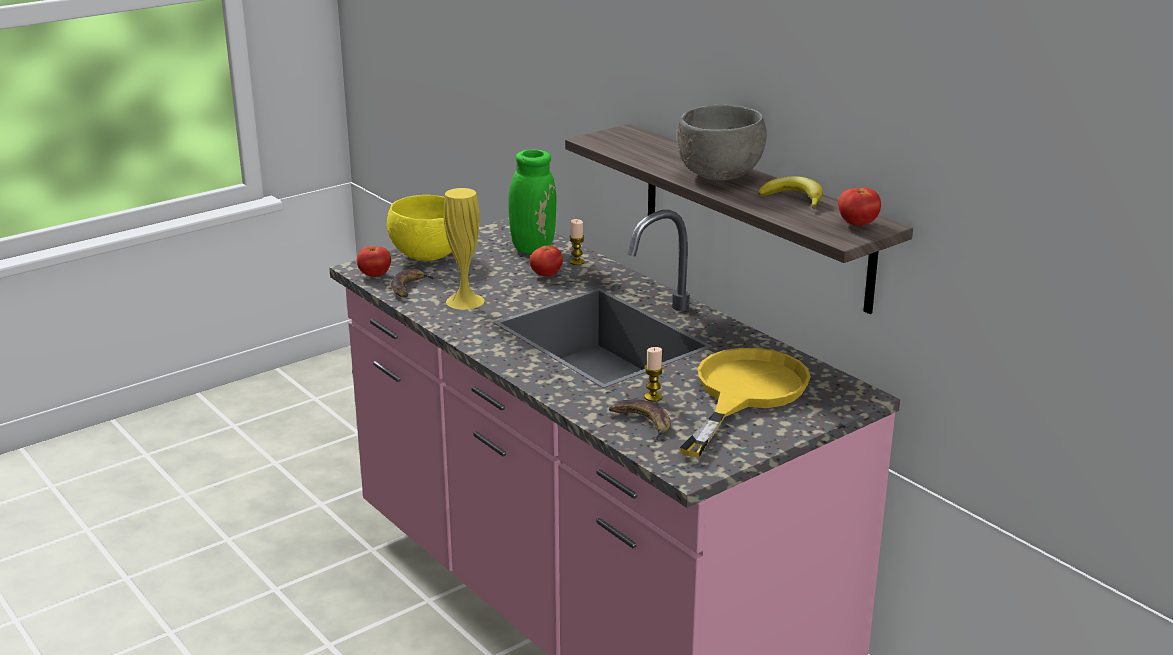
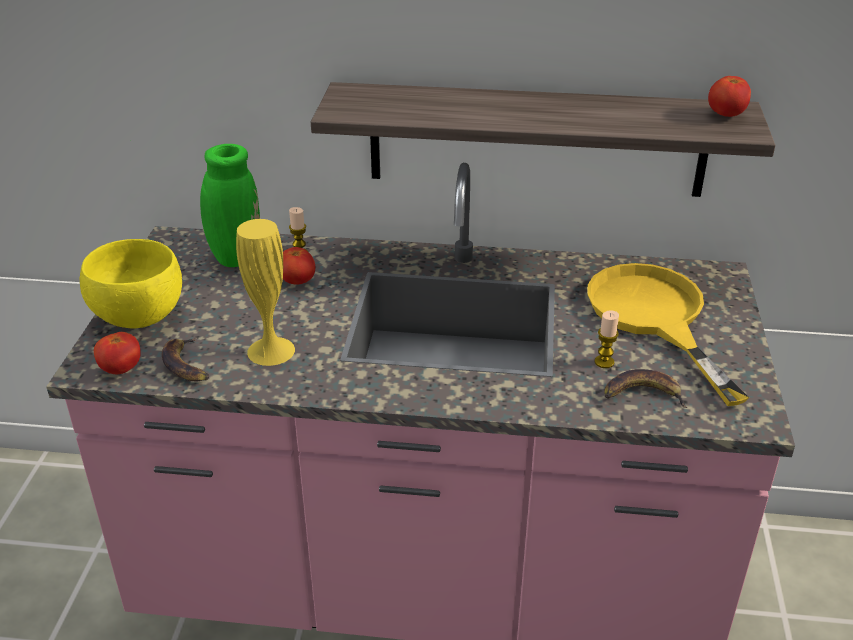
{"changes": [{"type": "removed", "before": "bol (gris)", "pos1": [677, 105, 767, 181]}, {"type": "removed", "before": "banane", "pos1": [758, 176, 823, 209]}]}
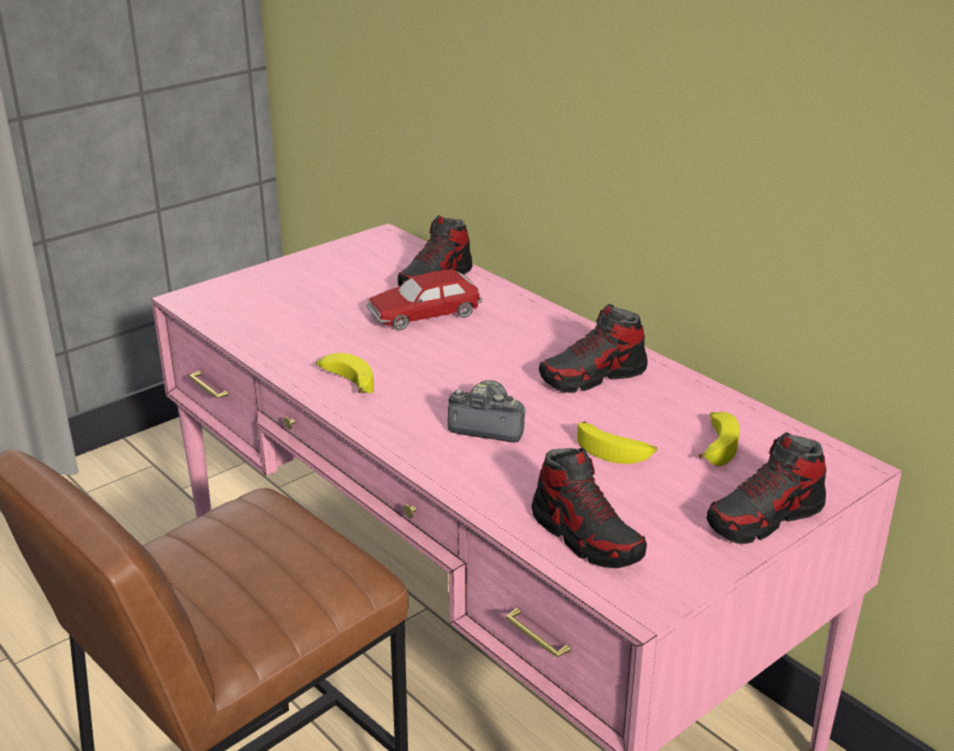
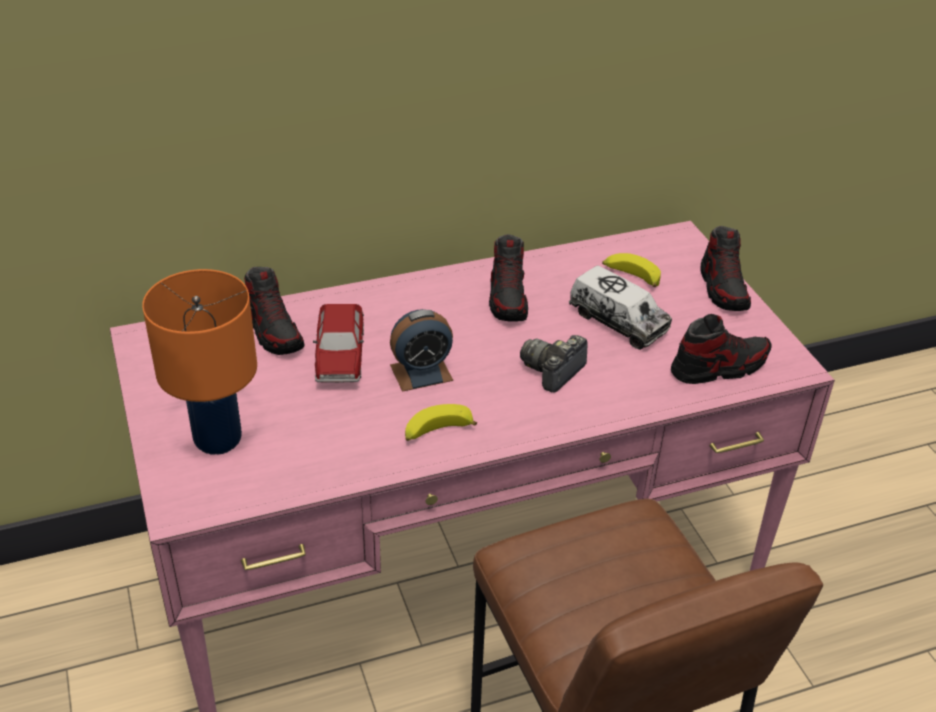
{"changes": [{"type": "replaced", "before": "banane", "after": "camion jouet", "pos1": [577, 421, 657, 464], "pos2": [569, 266, 672, 350]}, {"type": "added", "after": "lampe de table (orange)", "pos2": [142, 269, 257, 455]}, {"type": "added", "after": "réveil", "pos2": [390, 309, 453, 392]}]}
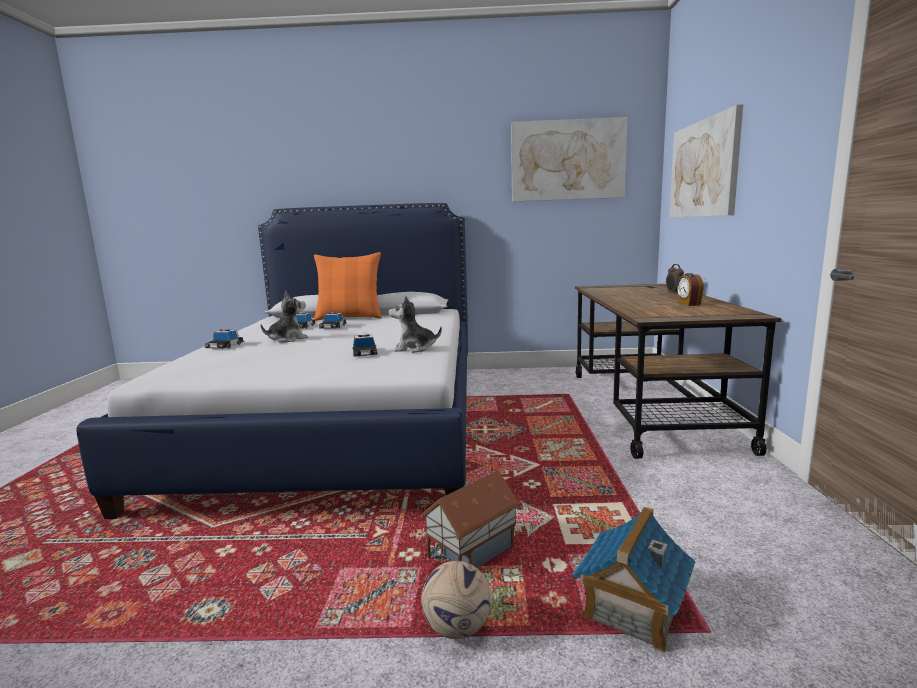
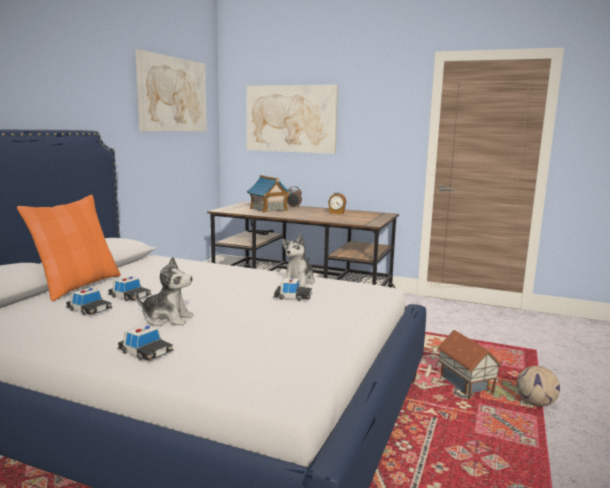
{"changes": [{"type": "turned", "before": "peluche", "pos1": [261, 291, 308, 343], "pos2": [135, 257, 194, 326], "turn": 120}, {"type": "moved", "before": "maison miniature", "pos1": [572, 507, 696, 653], "pos2": [247, 175, 292, 213]}]}
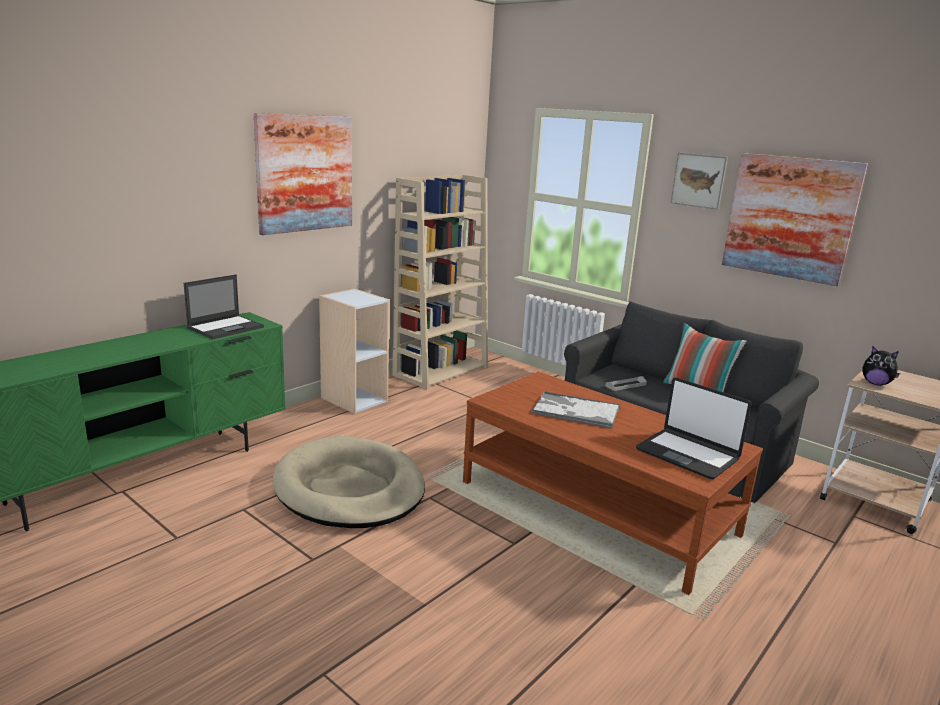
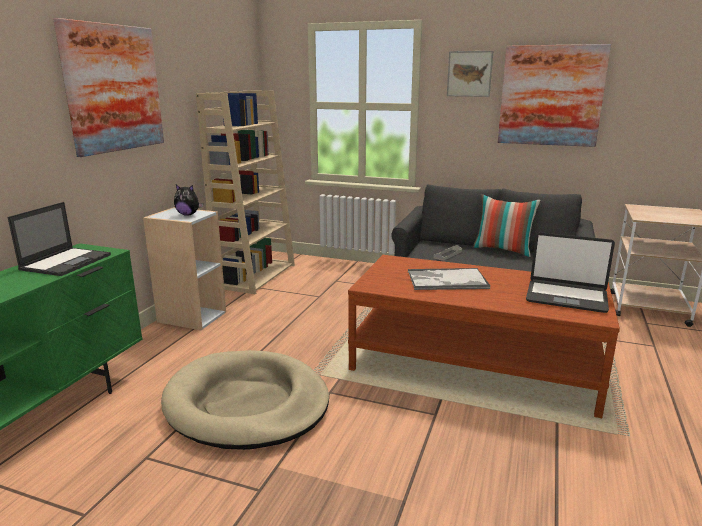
{"changes": [{"type": "moved", "before": "peluche", "pos1": [862, 347, 900, 385], "pos2": [174, 185, 203, 216]}]}
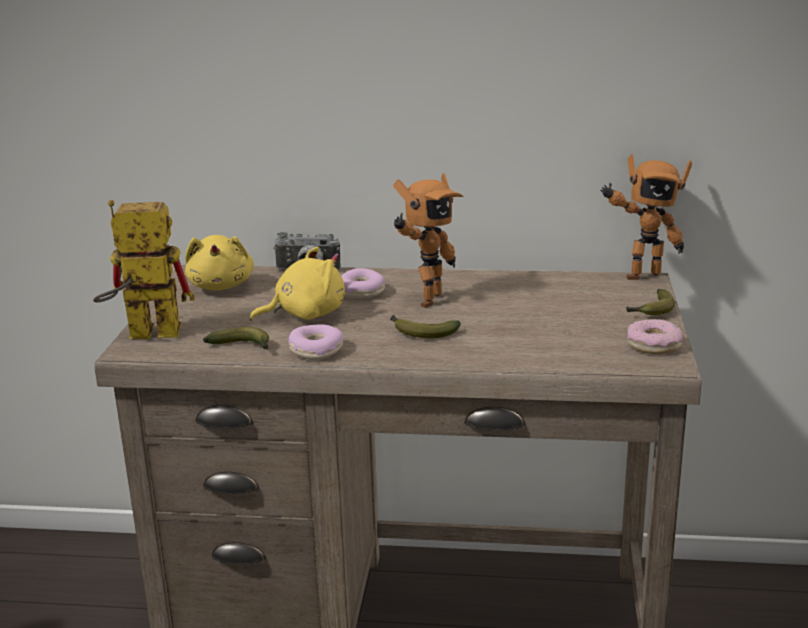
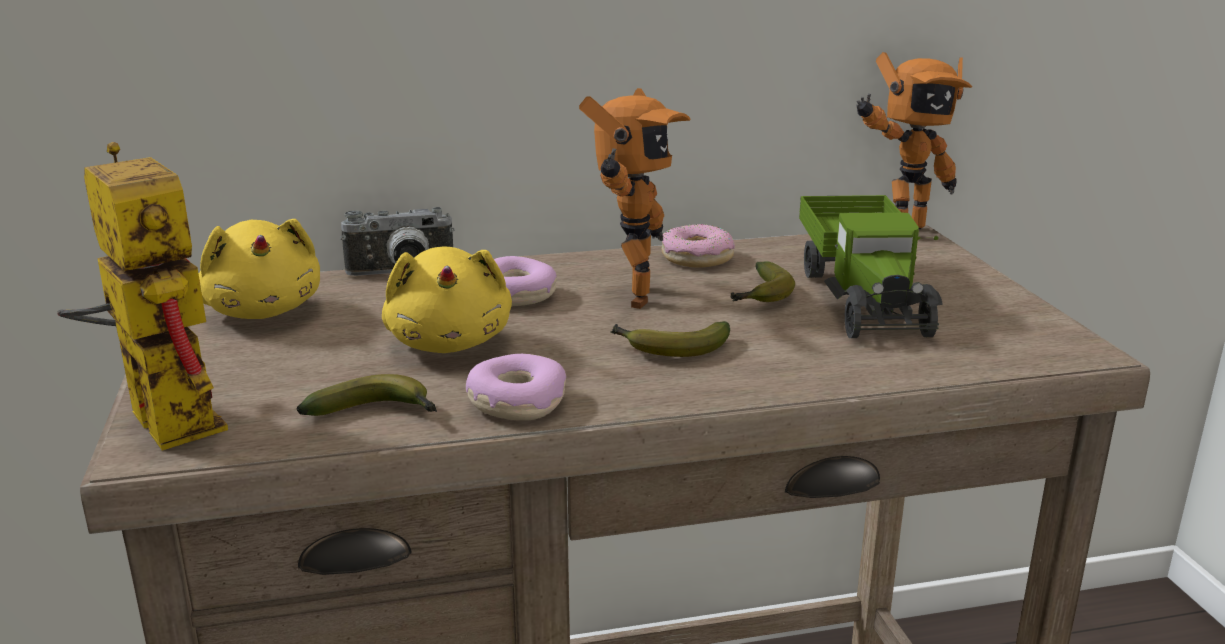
{"changes": [{"type": "turned", "before": "robot jouet", "pos1": [93, 200, 195, 339], "pos2": [57, 142, 228, 451], "turn": 75}, {"type": "turned", "before": "peluche (jaune)", "pos1": [250, 246, 345, 321], "pos2": [382, 246, 512, 353], "turn": 120}, {"type": "moved", "before": "banane", "pos1": [626, 289, 675, 315], "pos2": [731, 261, 795, 302]}, {"type": "moved", "before": "beignet", "pos1": [627, 319, 683, 354], "pos2": [662, 224, 735, 267]}, {"type": "added", "after": "camion jouet", "pos2": [799, 195, 943, 338]}]}
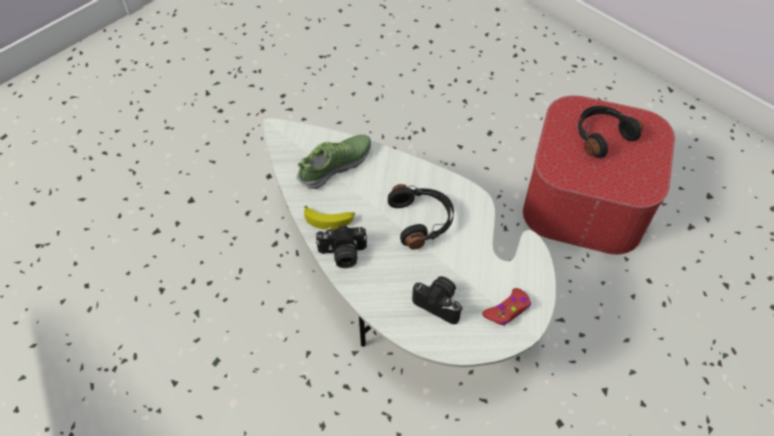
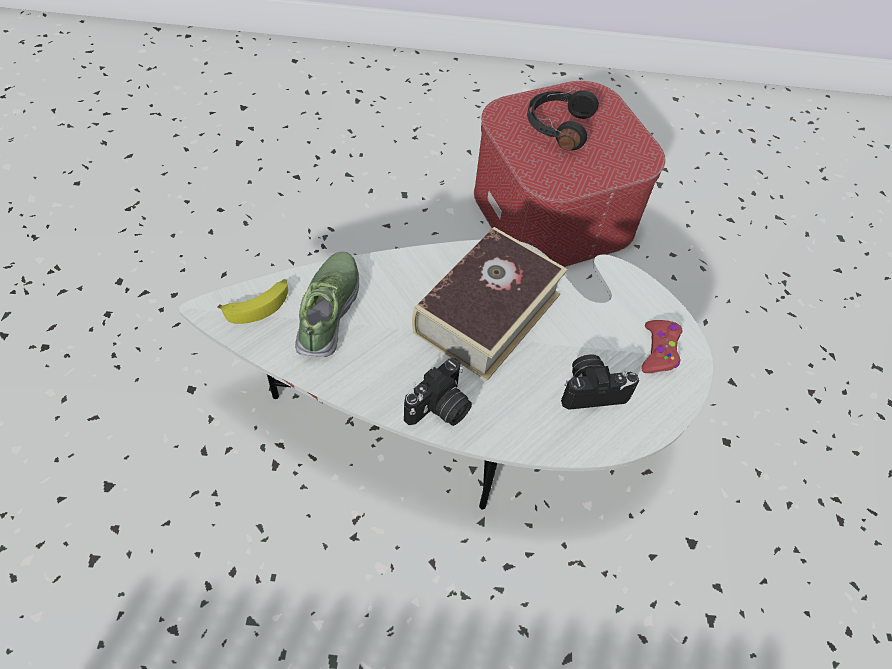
{"changes": [{"type": "moved", "before": "banane", "pos1": [304, 206, 355, 230], "pos2": [217, 279, 288, 324]}, {"type": "replaced", "before": "casque audio (noir)", "after": "livre", "pos1": [388, 184, 454, 250], "pos2": [412, 227, 568, 381]}]}
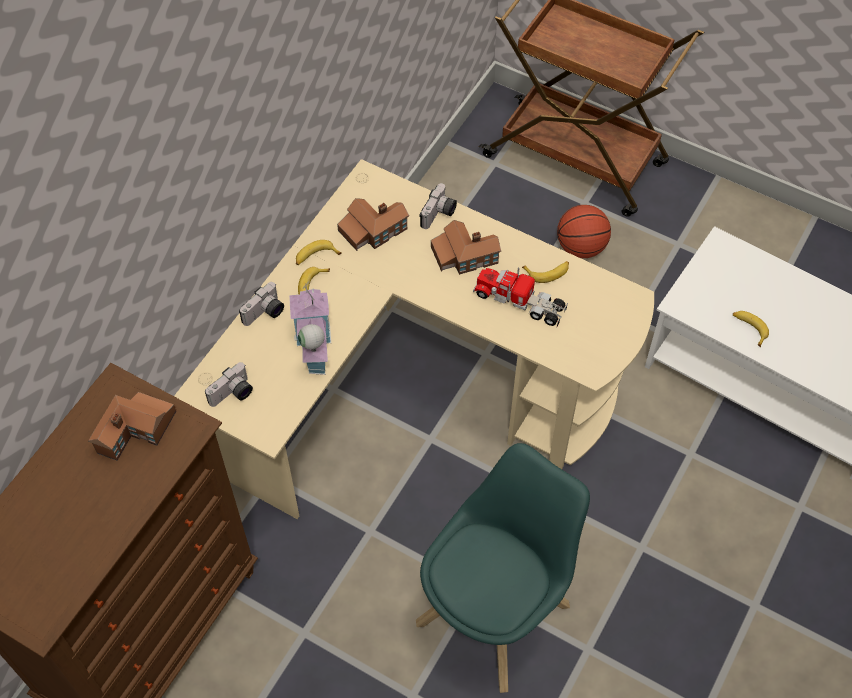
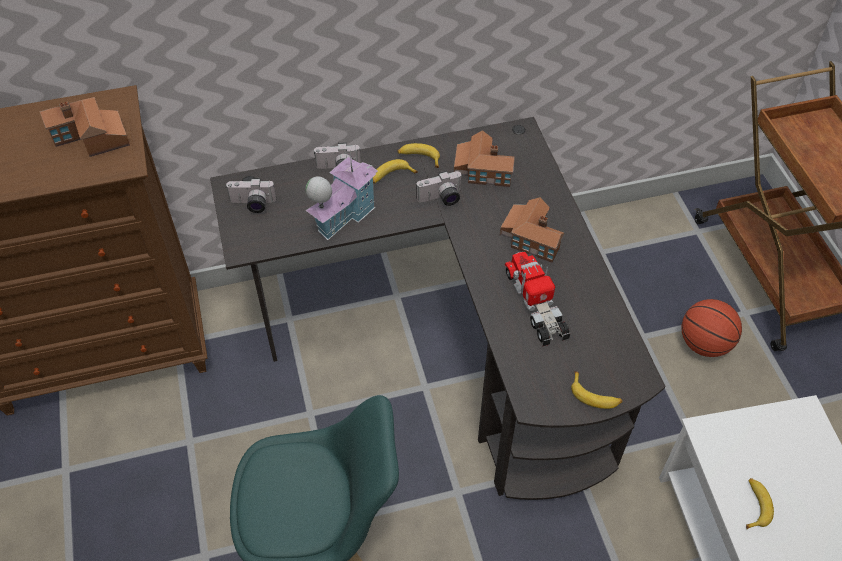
{"changes": [{"type": "recoloured", "before": "bureau (beige)", "after": "bureau (noir)", "pos1": [174, 159, 654, 519], "pos2": [210, 117, 665, 500]}, {"type": "moved", "before": "appareil photo", "pos1": [419, 183, 457, 229], "pos2": [416, 171, 462, 206]}, {"type": "moved", "before": "banane", "pos1": [522, 261, 569, 283], "pos2": [571, 371, 622, 409]}]}
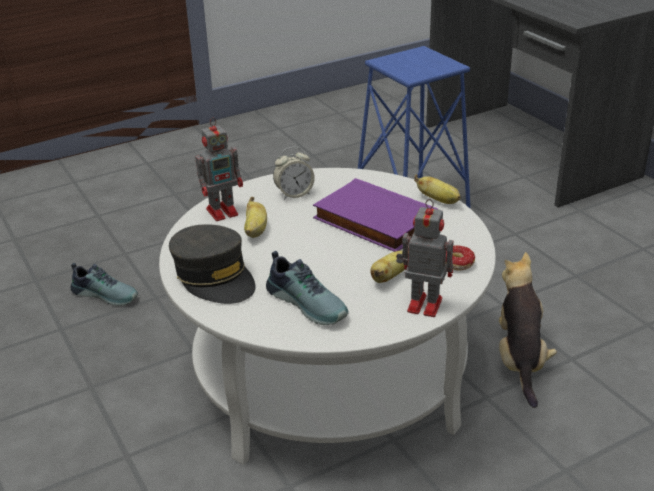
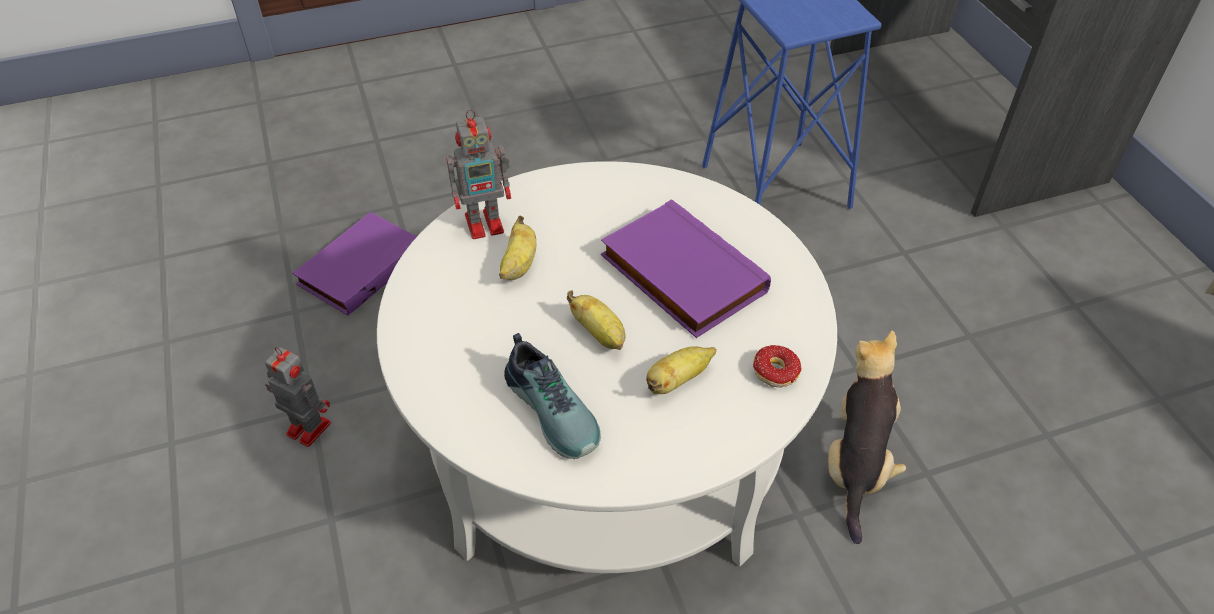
{"changes": [{"type": "replaced", "before": "chaussure", "after": "livre (violet)", "pos1": [71, 263, 138, 306], "pos2": [292, 212, 417, 316]}, {"type": "removed", "before": "casquette (gris)", "pos1": [169, 224, 256, 304]}, {"type": "removed", "before": "réveil", "pos1": [273, 147, 315, 200]}, {"type": "moved", "before": "robot jouet", "pos1": [396, 199, 453, 317], "pos2": [265, 347, 331, 447]}, {"type": "moved", "before": "banane", "pos1": [414, 174, 461, 204], "pos2": [567, 290, 626, 350]}]}
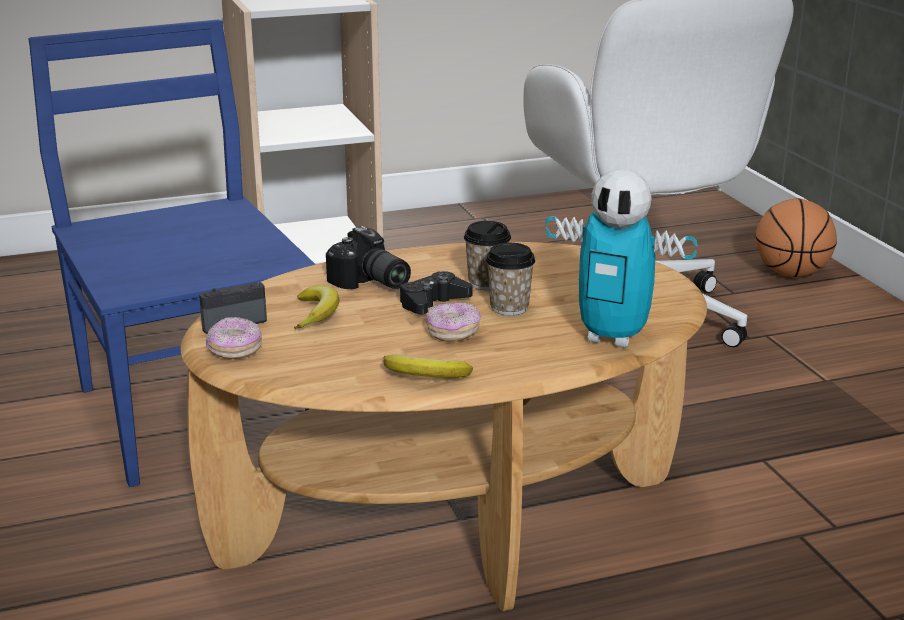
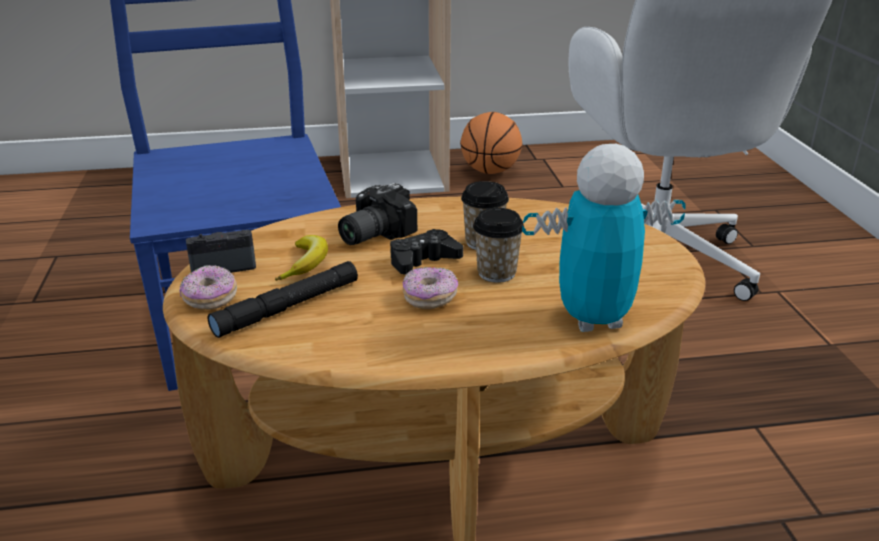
{"changes": [{"type": "turned", "before": "appareil photo", "pos1": [326, 226, 411, 289], "pos2": [338, 183, 417, 245], "turn": 75}, {"type": "removed", "before": "banane", "pos1": [384, 355, 473, 378]}, {"type": "turned", "before": "robot jouet", "pos1": [545, 169, 697, 348], "pos2": [522, 144, 686, 332], "turn": 135}, {"type": "moved", "before": "ballon de basket", "pos1": [755, 198, 837, 277], "pos2": [460, 112, 522, 174]}, {"type": "added", "after": "lampe de poche (noir)", "pos2": [208, 261, 358, 338]}]}
